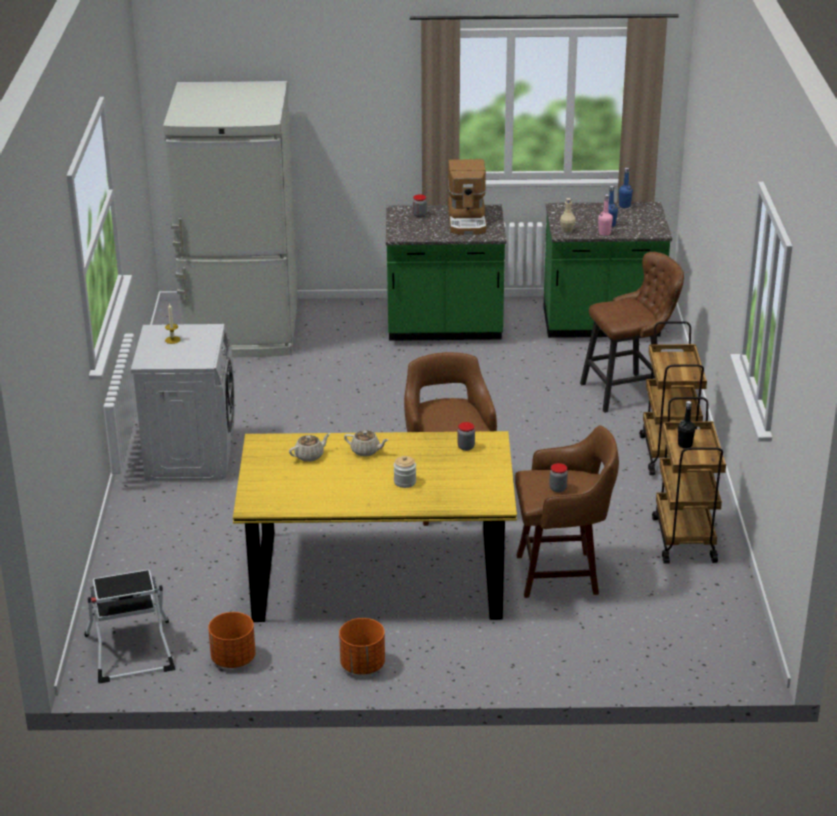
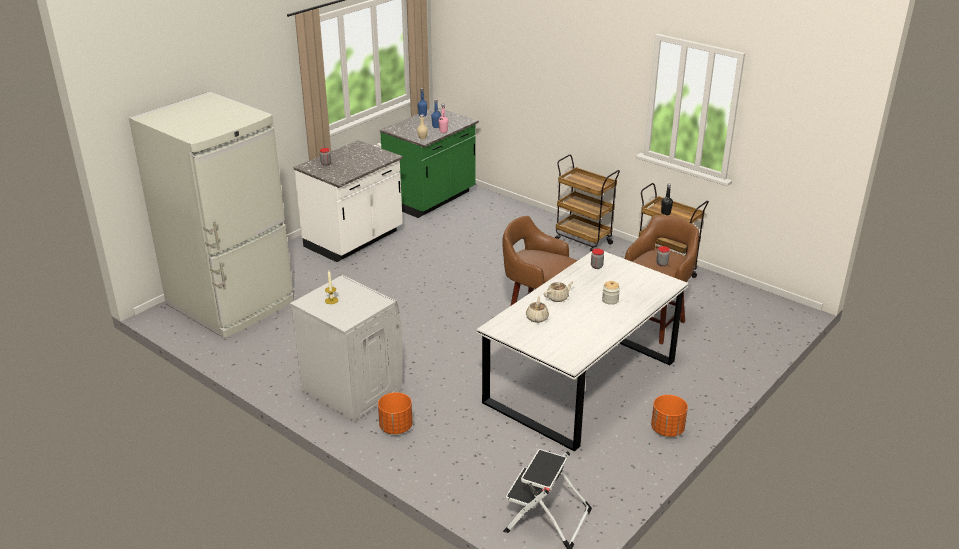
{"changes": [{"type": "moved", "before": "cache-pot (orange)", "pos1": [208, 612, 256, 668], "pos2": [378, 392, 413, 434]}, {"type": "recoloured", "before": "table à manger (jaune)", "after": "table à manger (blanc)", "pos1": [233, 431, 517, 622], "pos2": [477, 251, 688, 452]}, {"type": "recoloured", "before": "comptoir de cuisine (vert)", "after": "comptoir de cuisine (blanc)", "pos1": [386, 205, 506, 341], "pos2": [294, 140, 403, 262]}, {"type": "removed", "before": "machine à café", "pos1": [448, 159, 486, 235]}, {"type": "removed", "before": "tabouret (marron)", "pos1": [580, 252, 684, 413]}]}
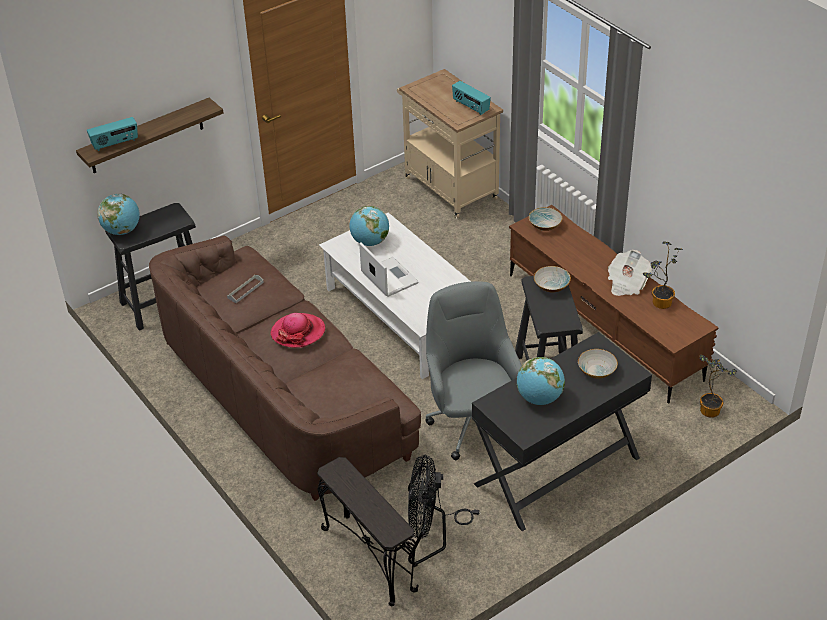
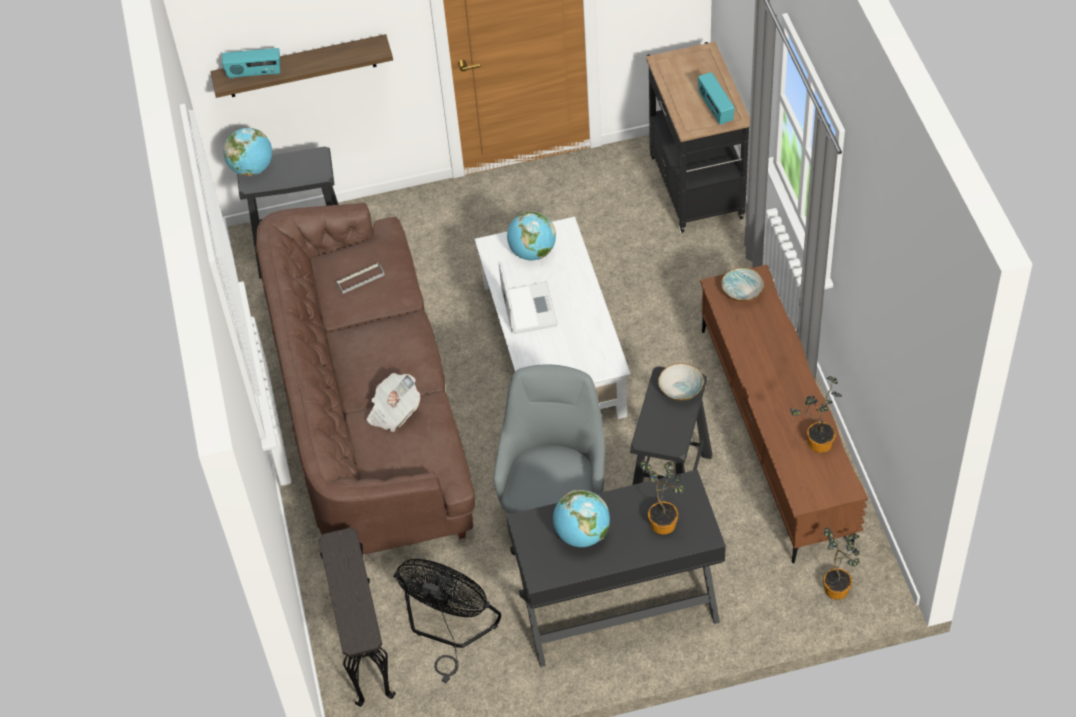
{"changes": [{"type": "removed", "before": "chapeau", "pos1": [270, 313, 325, 348]}, {"type": "recoloured", "before": "chariot (beige)", "after": "chariot (noir)", "pos1": [397, 69, 503, 219], "pos2": [646, 42, 750, 233]}, {"type": "turned", "before": "ventilateur (noir)", "pos1": [408, 454, 481, 567], "pos2": [393, 559, 501, 684], "turn": 90}, {"type": "replaced", "before": "bol", "after": "plante en pot", "pos1": [578, 349, 618, 379], "pos2": [640, 460, 685, 535]}, {"type": "moved", "before": "journal", "pos1": [608, 250, 652, 296], "pos2": [367, 373, 420, 432]}]}
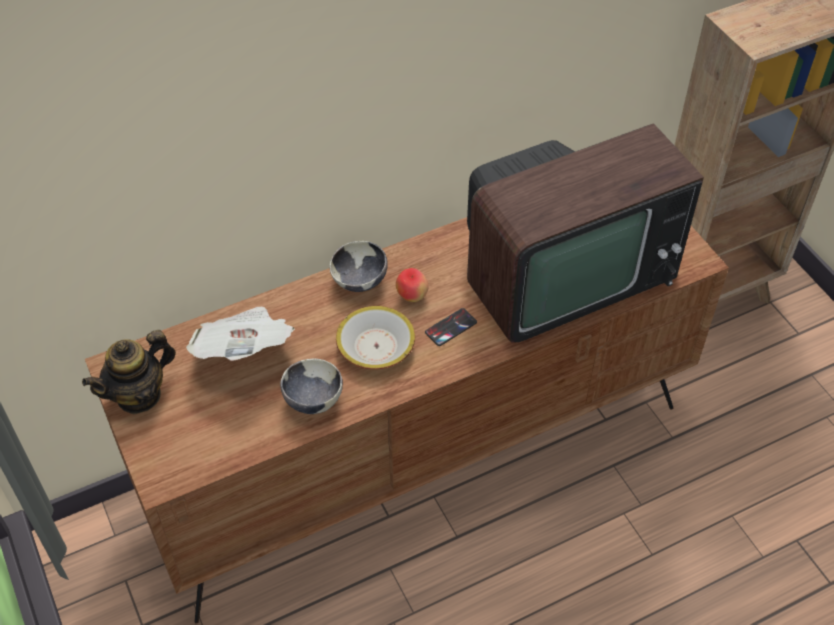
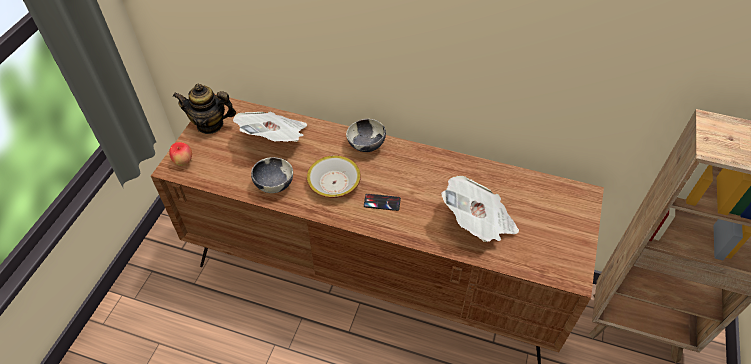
{"changes": [{"type": "moved", "before": "pomme", "pos1": [396, 268, 429, 302], "pos2": [169, 142, 192, 166]}, {"type": "replaced", "before": "téléviseur", "after": "journal", "pos1": [467, 123, 704, 342], "pos2": [441, 176, 519, 243]}]}
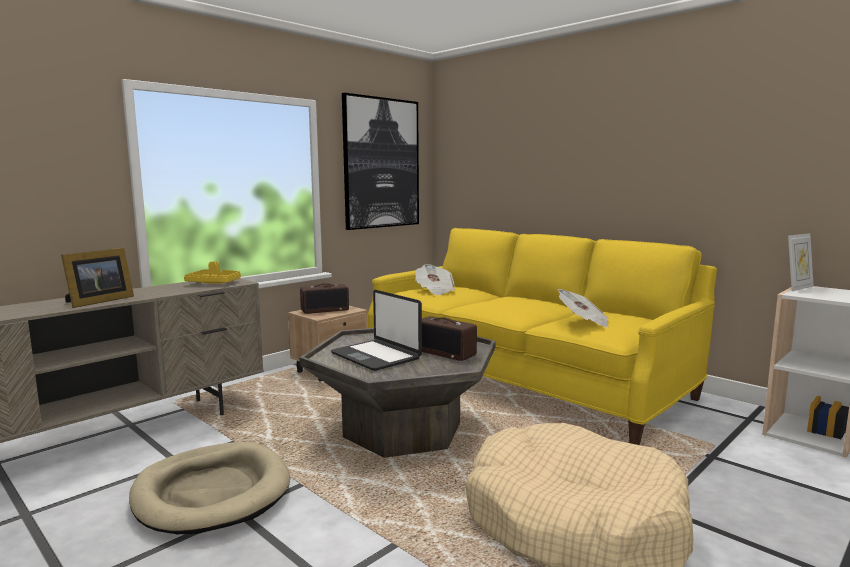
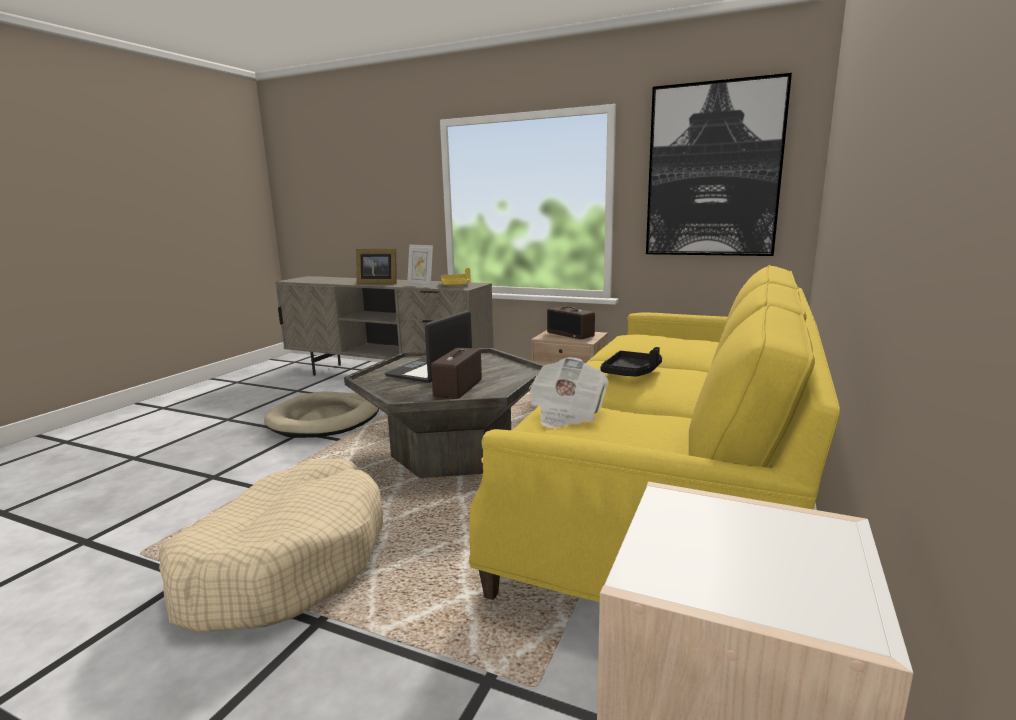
{"changes": [{"type": "removed", "before": "journal", "pos1": [415, 264, 455, 295]}, {"type": "moved", "before": "cadre photo", "pos1": [788, 233, 814, 291], "pos2": [407, 244, 433, 288]}, {"type": "added", "after": "plateau (noir)", "pos2": [600, 347, 662, 377]}]}
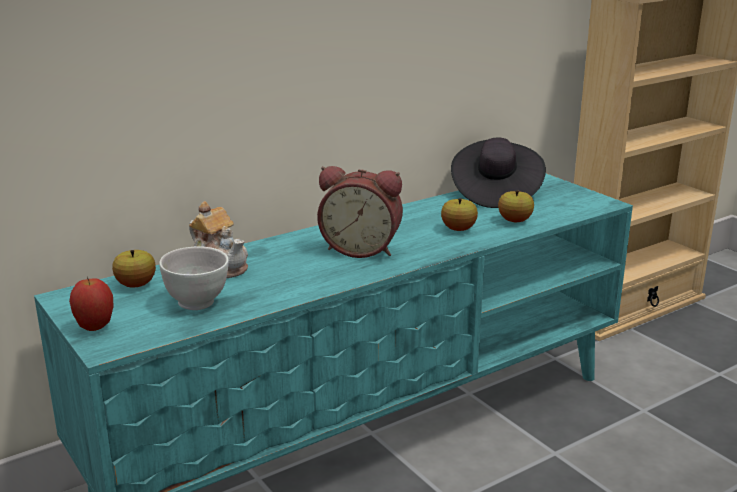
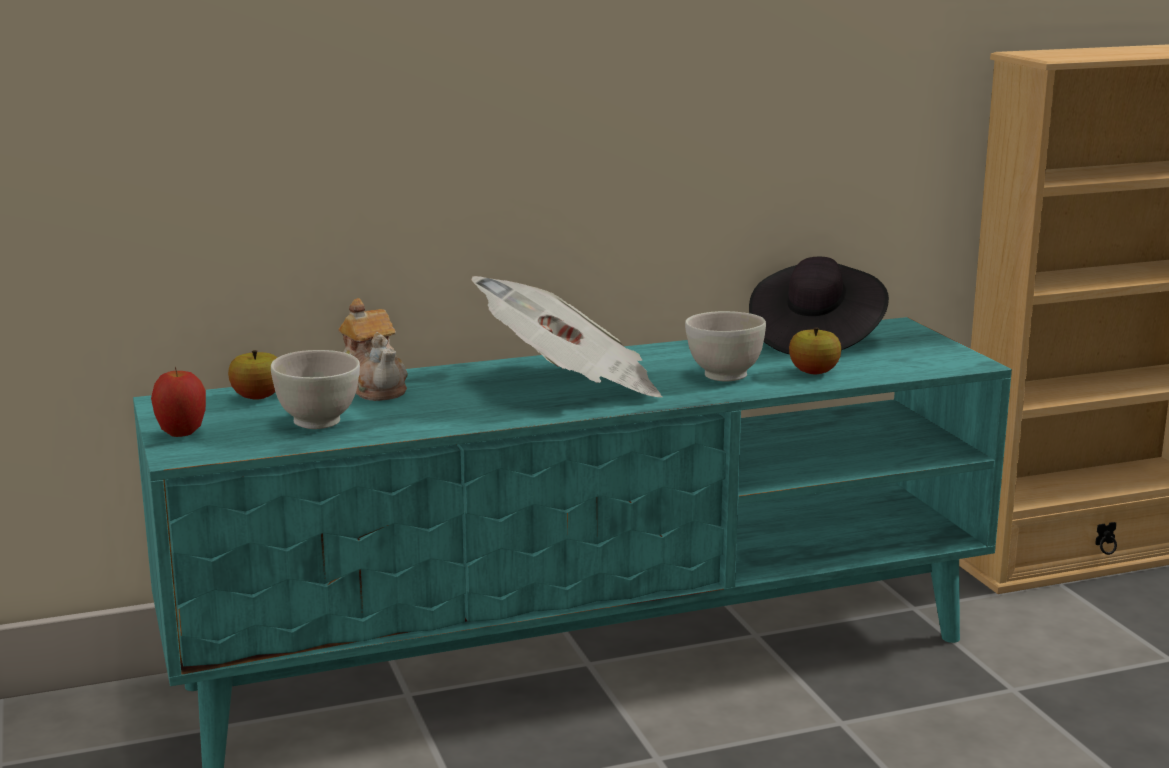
{"changes": [{"type": "replaced", "before": "réveil", "after": "journal", "pos1": [317, 166, 403, 258], "pos2": [471, 276, 663, 397]}, {"type": "replaced", "before": "pomme", "after": "bol (blanc)", "pos1": [441, 198, 478, 231], "pos2": [685, 311, 766, 382]}]}
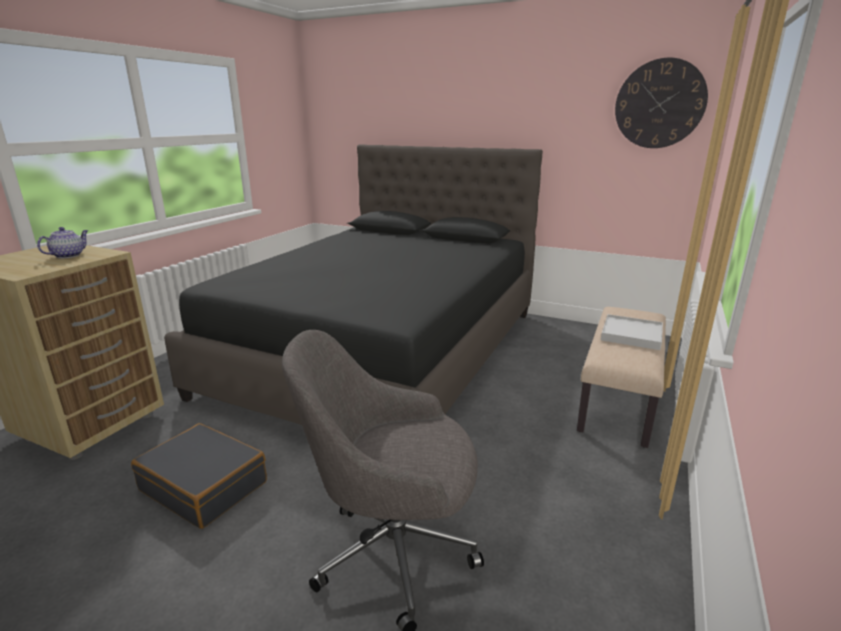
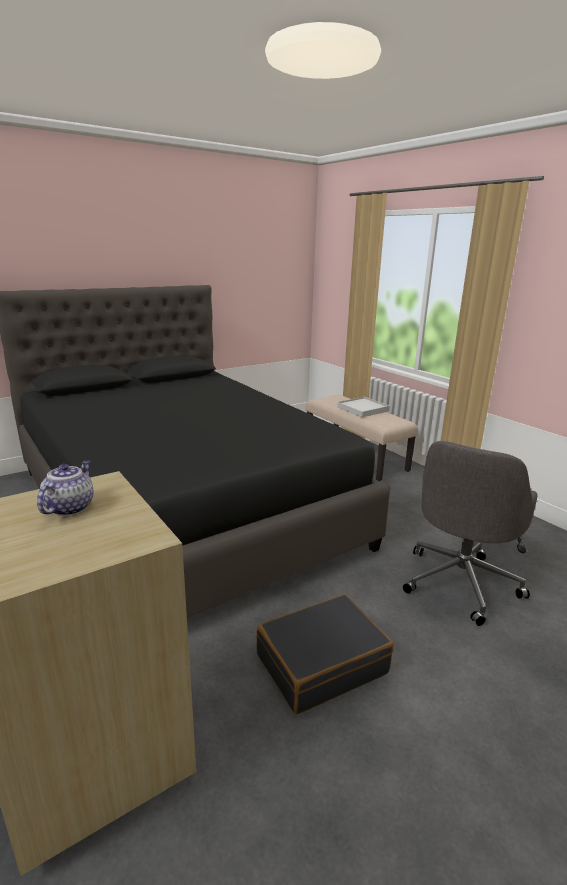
{"changes": [{"type": "turned", "before": "théière", "pos1": [37, 227, 88, 258], "pos2": [37, 460, 94, 516], "turn": 45}, {"type": "removed", "before": "horloge murale", "pos1": [615, 57, 708, 148]}]}
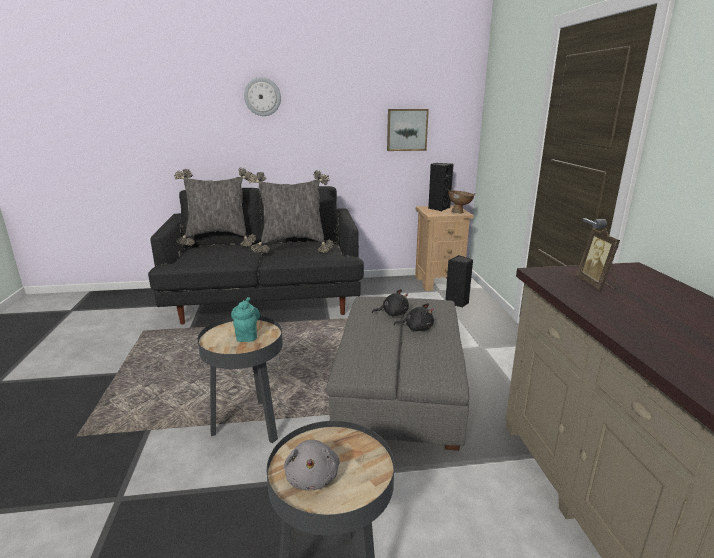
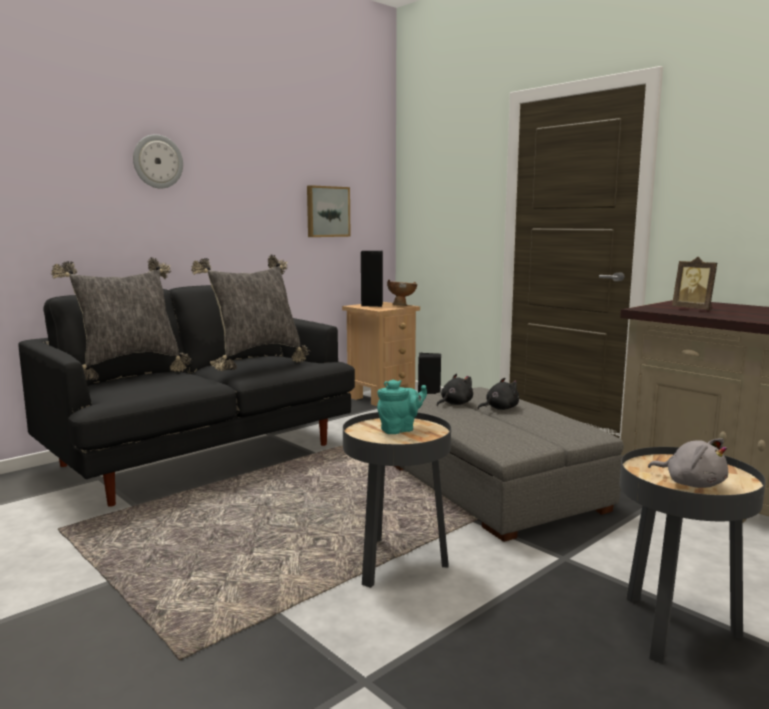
{"changes": [{"type": "turned", "before": "théière (turquoise)", "pos1": [231, 297, 260, 342], "pos2": [377, 379, 427, 434], "turn": 105}]}
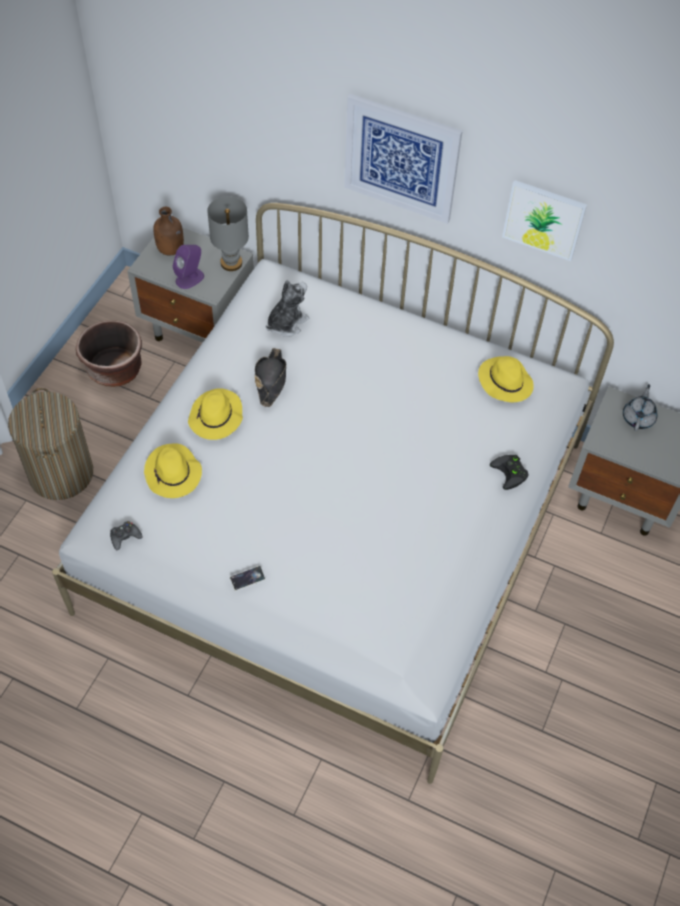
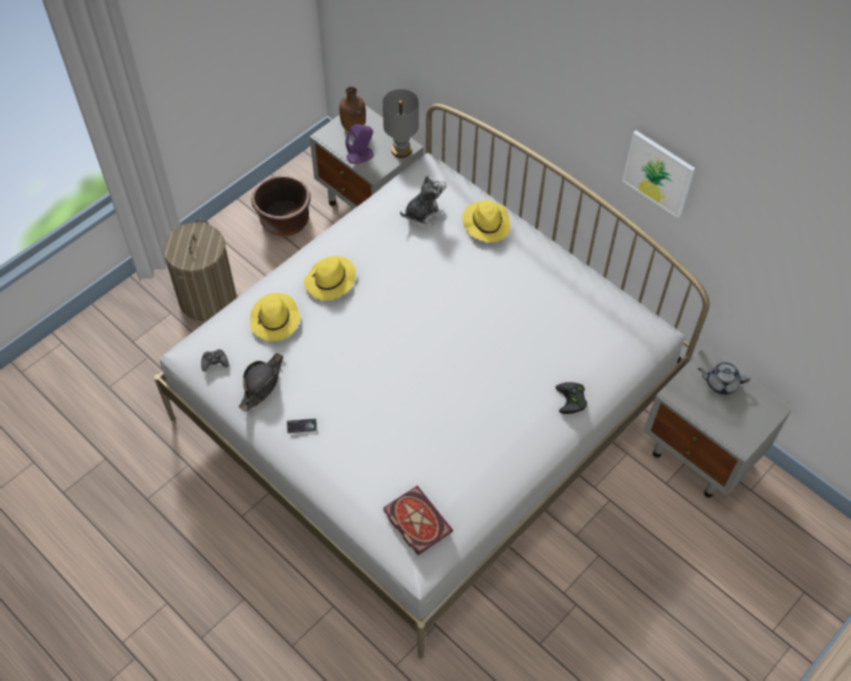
{"changes": [{"type": "moved", "before": "chapeau (noir)", "pos1": [255, 348, 286, 407], "pos2": [239, 353, 283, 412]}, {"type": "removed", "before": "tableau", "pos1": [344, 94, 463, 224]}, {"type": "moved", "before": "chapeau (jaune)", "pos1": [478, 356, 534, 402], "pos2": [463, 200, 511, 242]}, {"type": "turned", "before": "théière (gris)", "pos1": [623, 384, 657, 431], "pos2": [698, 362, 751, 395], "turn": -120}, {"type": "added", "after": "livre", "pos2": [383, 486, 453, 555]}]}
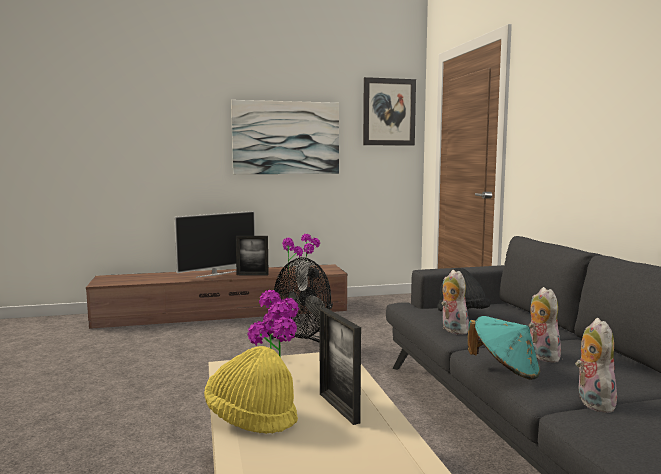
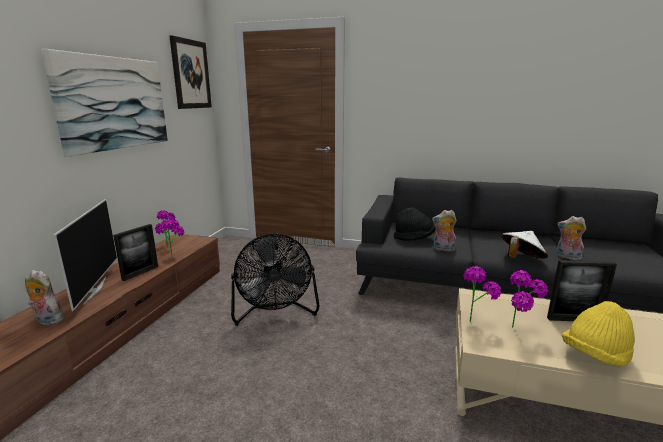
{"changes": [{"type": "recoloured", "before": "chapeau (turquoise)", "after": "chapeau (blanc)", "pos1": [468, 316, 540, 380], "pos2": [501, 231, 548, 259]}, {"type": "moved", "before": "peluche", "pos1": [529, 287, 561, 362], "pos2": [25, 270, 64, 325]}]}
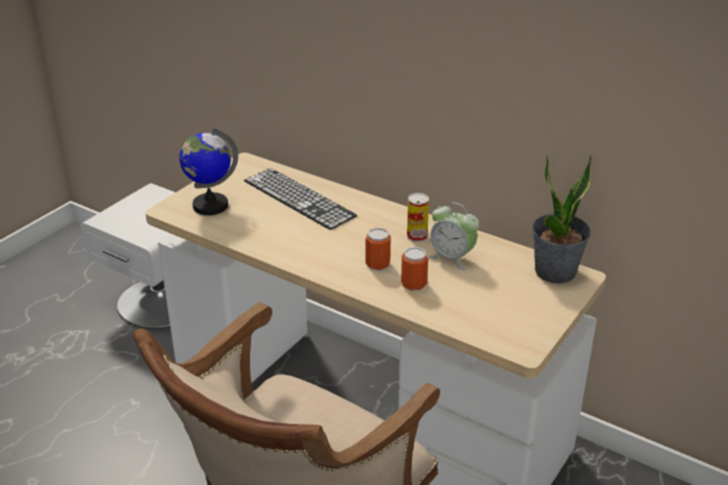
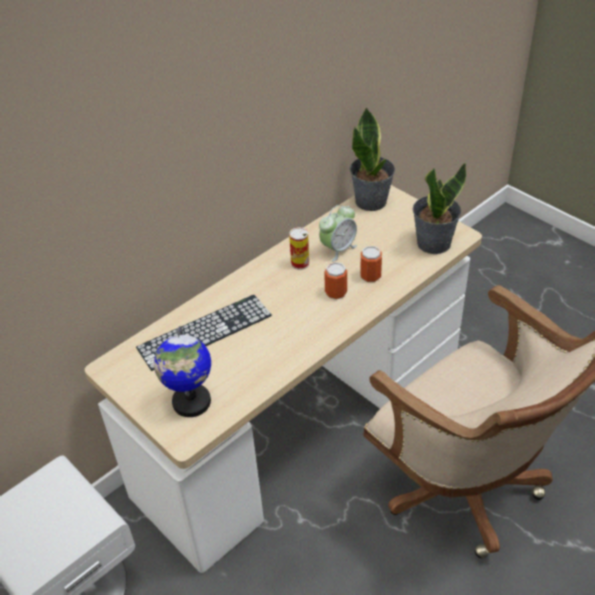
{"changes": [{"type": "added", "after": "plante en pot", "pos2": [413, 163, 466, 254]}]}
